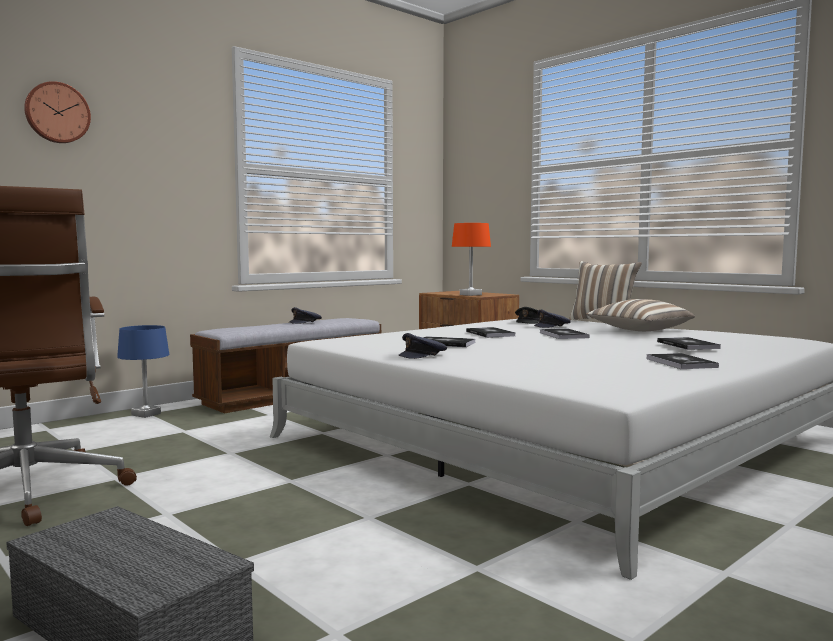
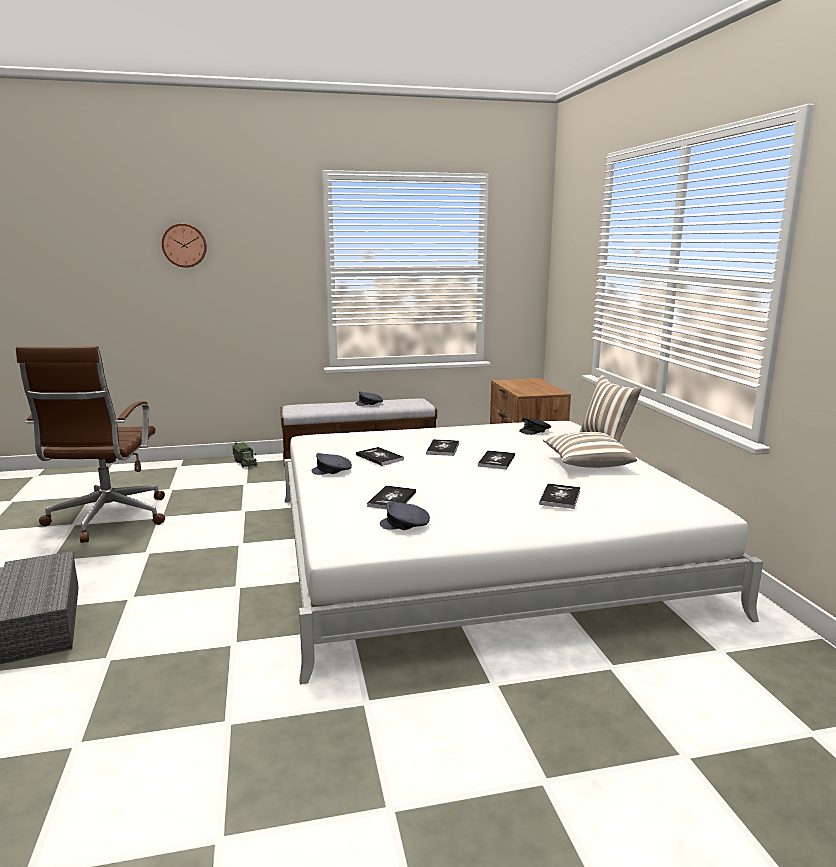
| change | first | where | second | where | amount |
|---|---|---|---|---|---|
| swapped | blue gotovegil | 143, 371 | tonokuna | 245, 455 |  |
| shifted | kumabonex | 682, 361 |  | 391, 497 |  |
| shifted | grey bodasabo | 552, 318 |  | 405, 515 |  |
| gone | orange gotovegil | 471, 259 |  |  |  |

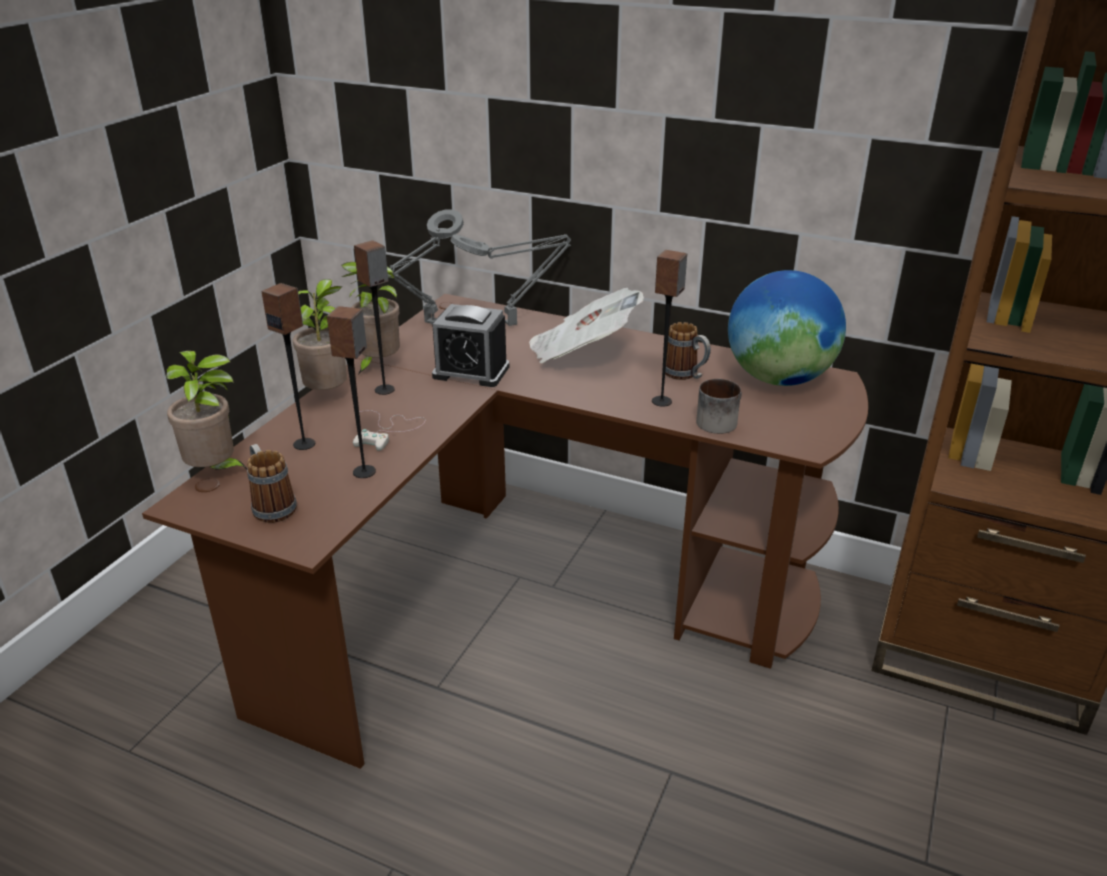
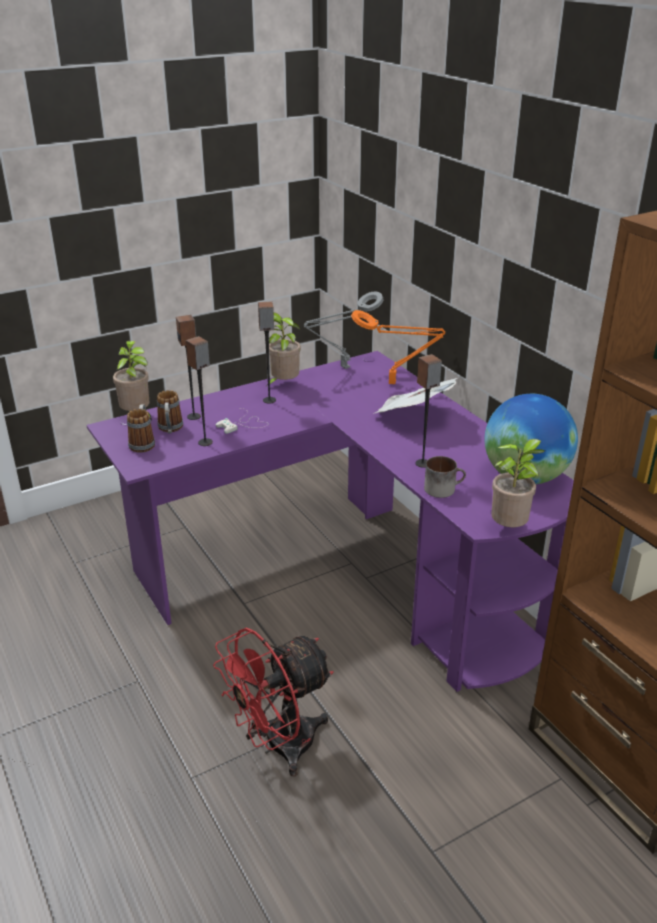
| change | first | where | second | where | amount |
|---|---|---|---|---|---|
| repainted | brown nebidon | 505, 531 | purple nebidon | 330, 521 |  |
| shifted | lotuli | 688, 351 |  | 170, 411 |  |
| new |  |  | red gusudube | 273, 702 |  |
| repainted | grey gotovegil | 510, 280 | orange gotovegil | 398, 347 |  |
| shifted | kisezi | 320, 334 |  | 518, 483 |  |
| gone | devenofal | 470, 345 |  |  |  |

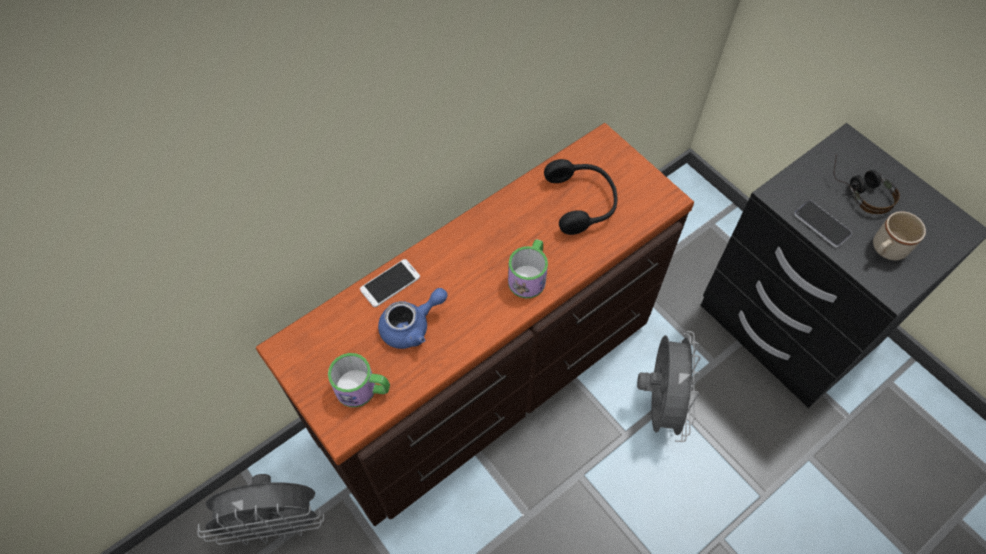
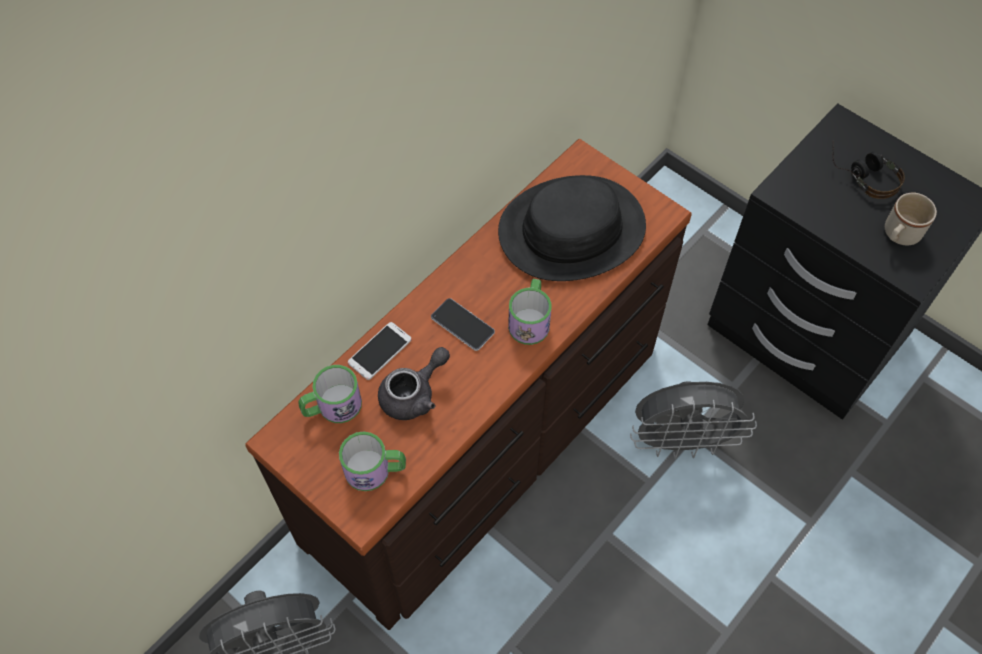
| change | first | where | second | where | amount |
|---|---|---|---|---|---|
| new |  |  | lotuli | 330, 394 |  |
| repainted | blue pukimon | 412, 318 | grey pukimon | 414, 383 |  |
| shifted | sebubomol | 823, 223 |  | 463, 324 |  |
| swapped | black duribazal | 580, 197 | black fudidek | 572, 228 |  |
| rotated | grey gusudube | 669, 386 |  | 693, 420 | 90 degrees clockwise |

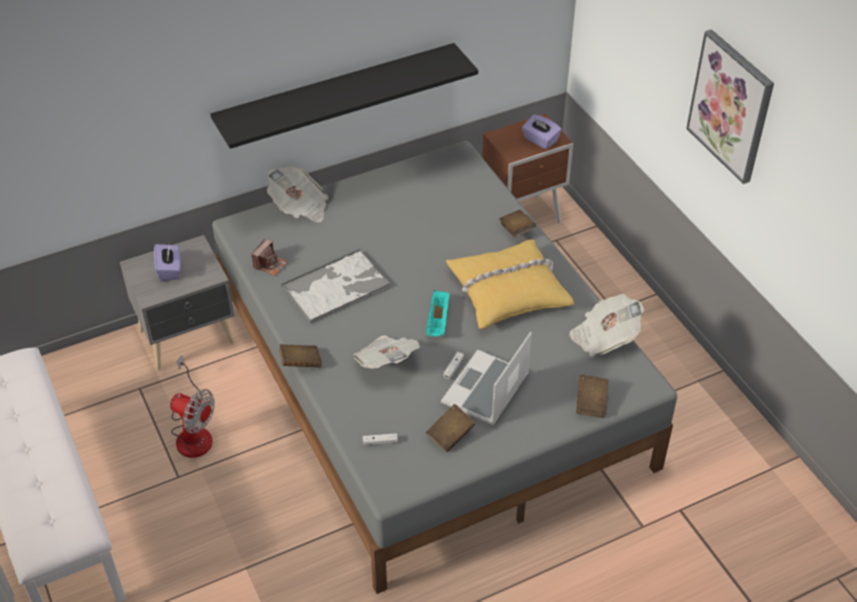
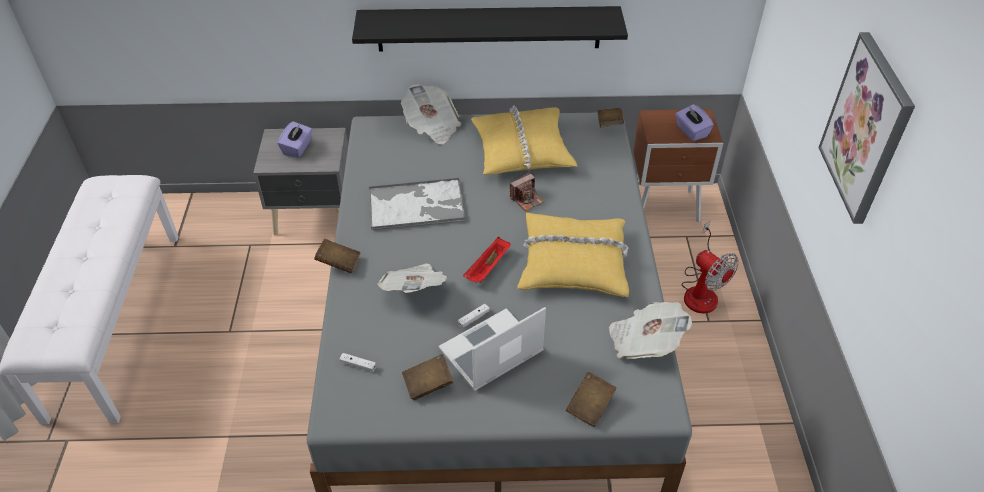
| change | first | where | second | where | amount |
|---|---|---|---|---|---|
| repainted | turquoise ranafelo | 437, 313 | red ranafelo | 487, 260 |  |
| new |  |  | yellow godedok | 524, 140 |  |
| shifted | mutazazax | 269, 257 |  | 527, 192 |  |
| shifted | brown kumabonex | 517, 223 |  | 611, 118 |  |
| shifted | gusudube | 192, 406 |  | 710, 267 |  |

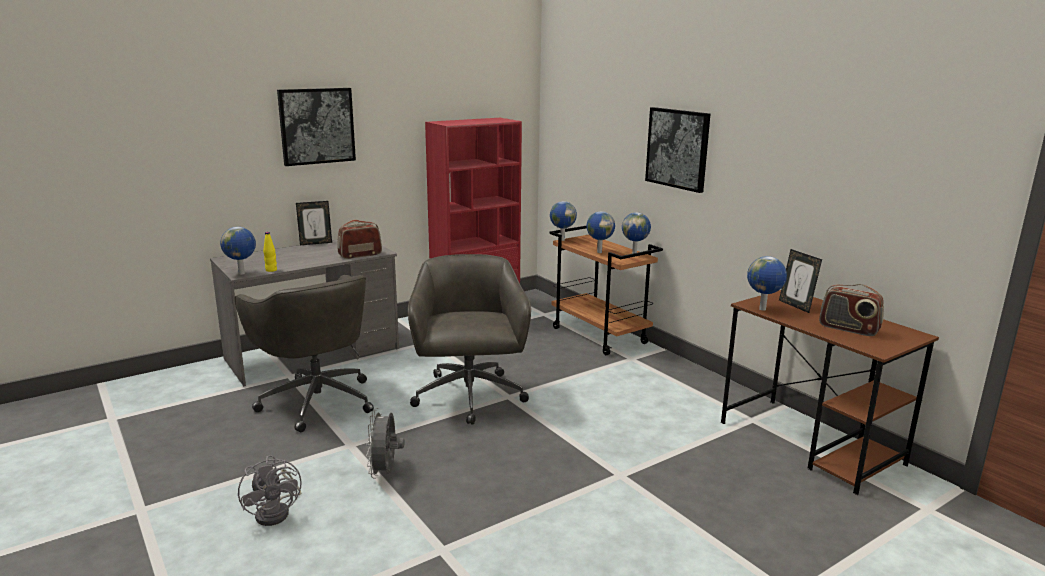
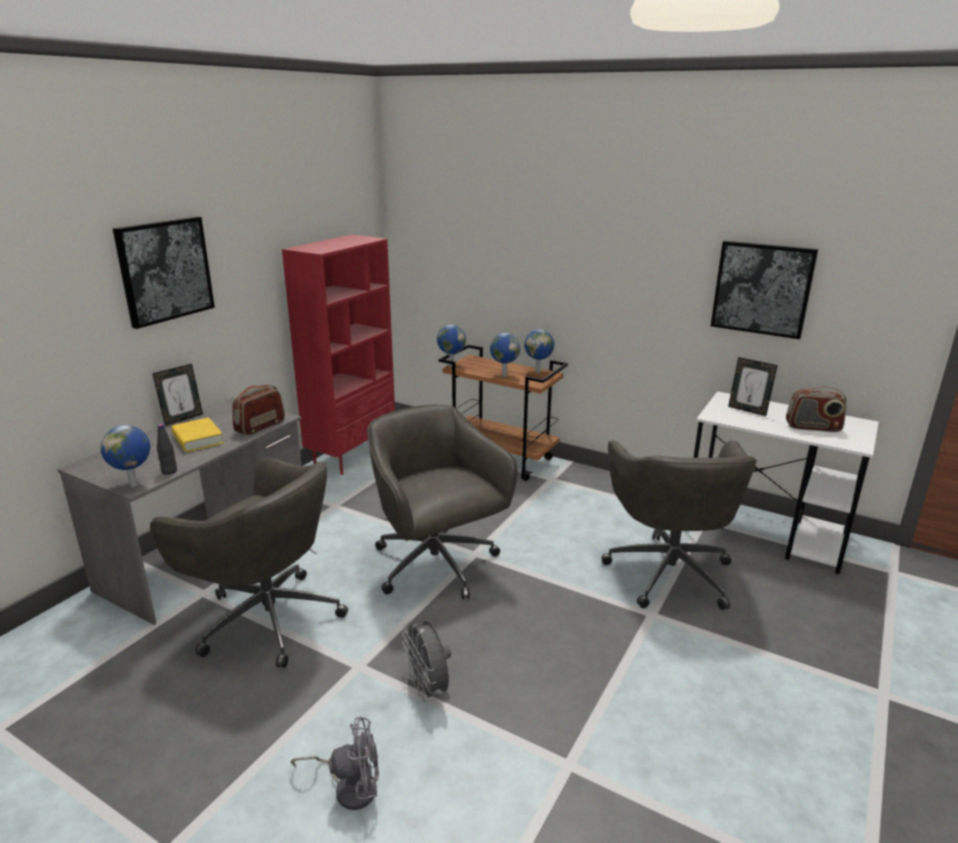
| change | first | where | second | where | amount |
|---|---|---|---|---|---|
| repainted | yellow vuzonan | 270, 252 | black vuzonan | 167, 449 |  |
| new |  |  | yellow kumabonex | 197, 434 |  |
| rotated | grey gusudube | 269, 490 |  | 335, 763 | 45 degrees counterclockwise |
| new |  |  | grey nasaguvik | 679, 525 |  |
| repainted | brown nebidon | 830, 392 | white nebidon | 786, 482 |  |
| shifted | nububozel | 677, 150 |  | 764, 290 |  |
| gone | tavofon | 767, 283 |  |  |  |

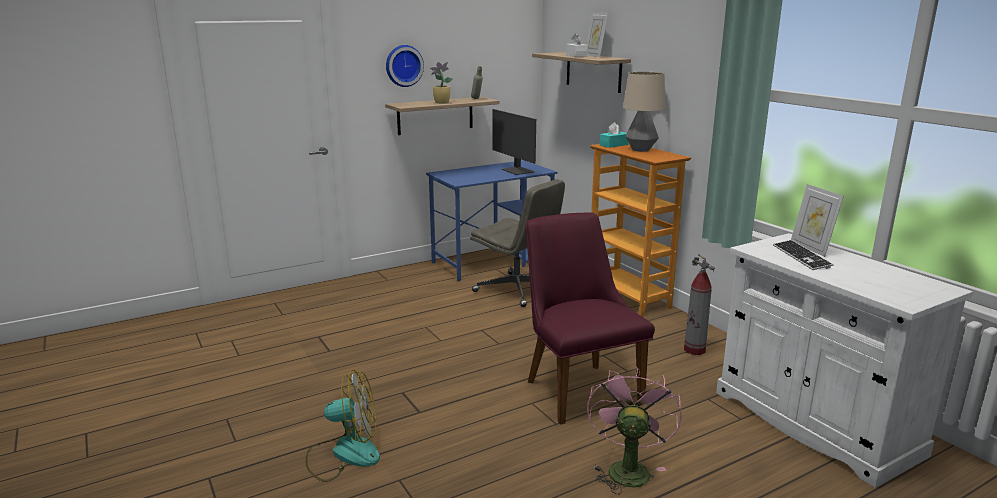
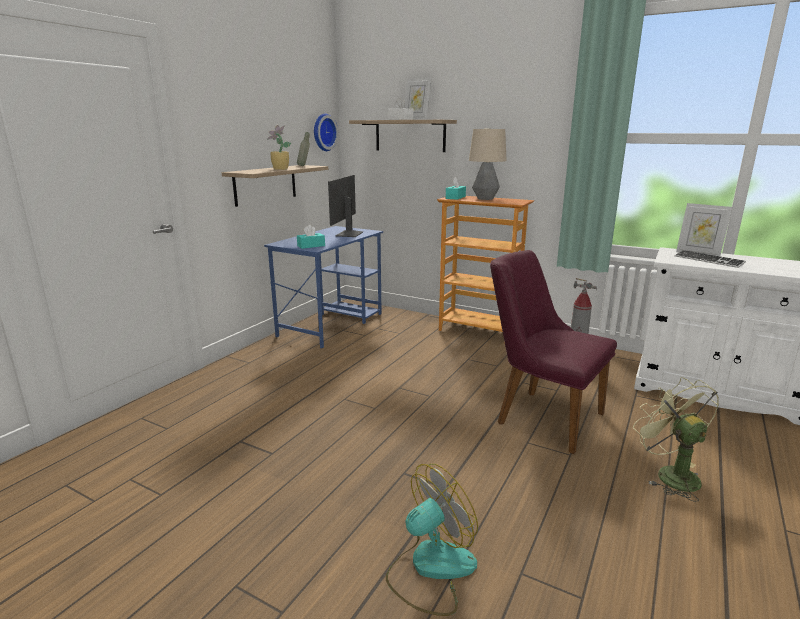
| change | first | where | second | where | amount |
|---|---|---|---|---|---|
| new |  |  | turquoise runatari | 311, 237 |  |
| shifted | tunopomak | 405, 66 |  | 326, 132 |  |
| rotated | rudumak | 514, 142 |  | 345, 206 | 75 degrees clockwise |
| repainted | pink gusudube | 634, 430 | green gusudube | 676, 439 |  |
| gone | grey nasaguvik | 517, 243 |  |  |  |

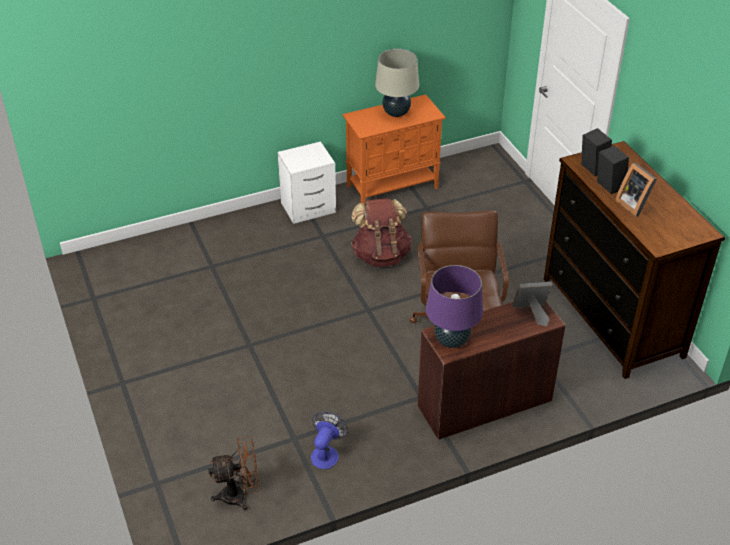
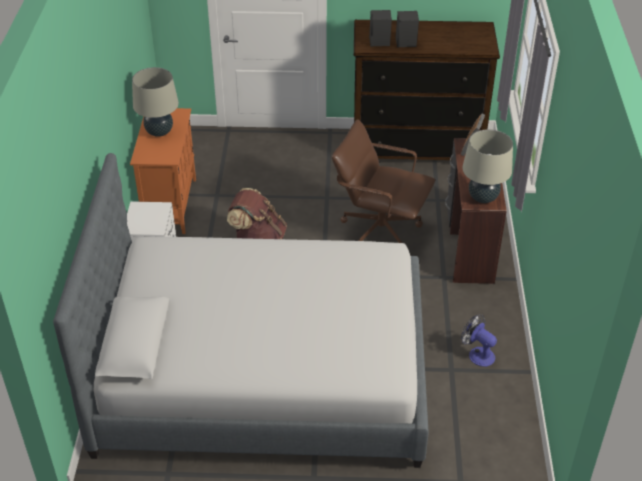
| change | first | where | second | where | amount |
|---|---|---|---|---|---|
| new |  |  | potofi | 240, 310 |  |
| repainted | purple gotovegil | 454, 306 | beige gotovegil | 487, 166 |  |
| gone | brown gusudube | 233, 473 |  |  |  |
| gone | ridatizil | 636, 190 |  |  |  |

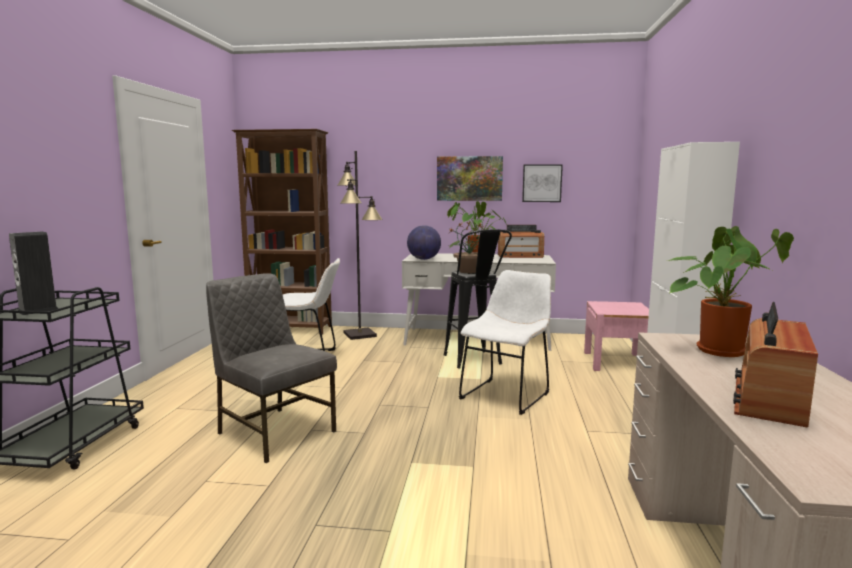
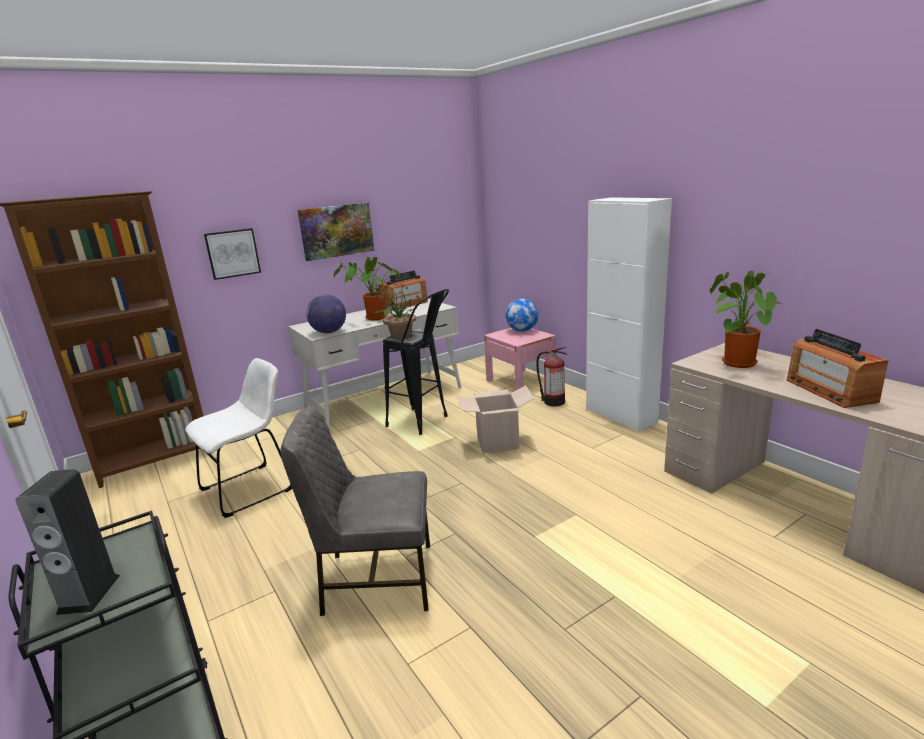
| change | first | where | second | where | amount |
|---|---|---|---|---|---|
| shifted | nububozel | 542, 183 |  | 232, 254 |  |
| swapped | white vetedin | 505, 342 | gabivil | 495, 419 |  |
| new |  |  | tavofon | 521, 315 |  |
| new |  |  | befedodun | 551, 376 |  |
| gone | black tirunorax | 360, 245 |  |  |  |

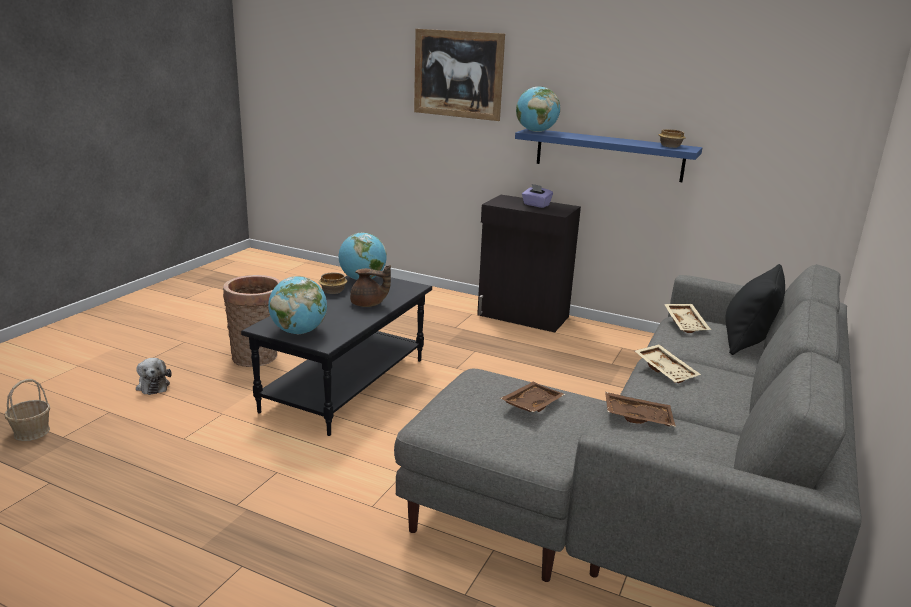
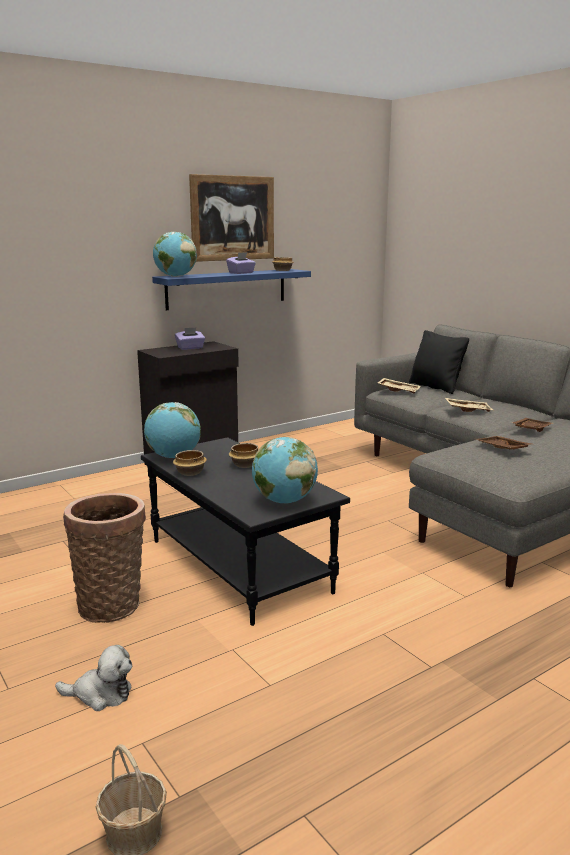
| change | first | where | second | where | amount |
|---|---|---|---|---|---|
| shifted | nububozel | 459, 75 |  | 231, 218 |  |
| new |  |  | purple runatari | 241, 263 |  |
| swapped | brown pukimon | 370, 286 | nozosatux | 243, 455 |  |

